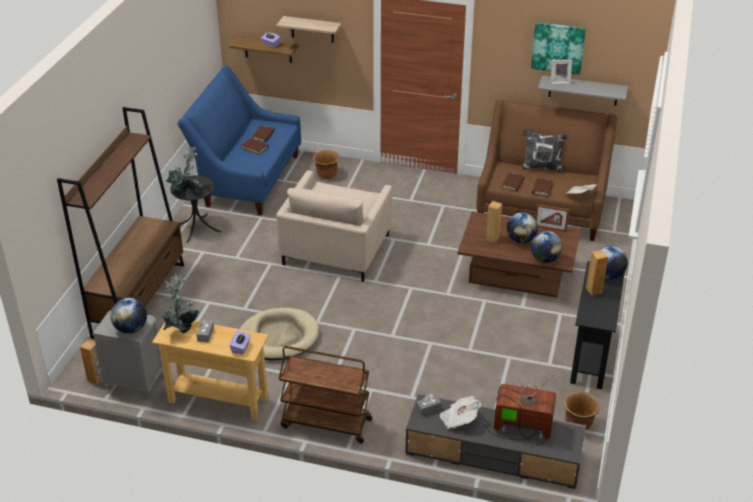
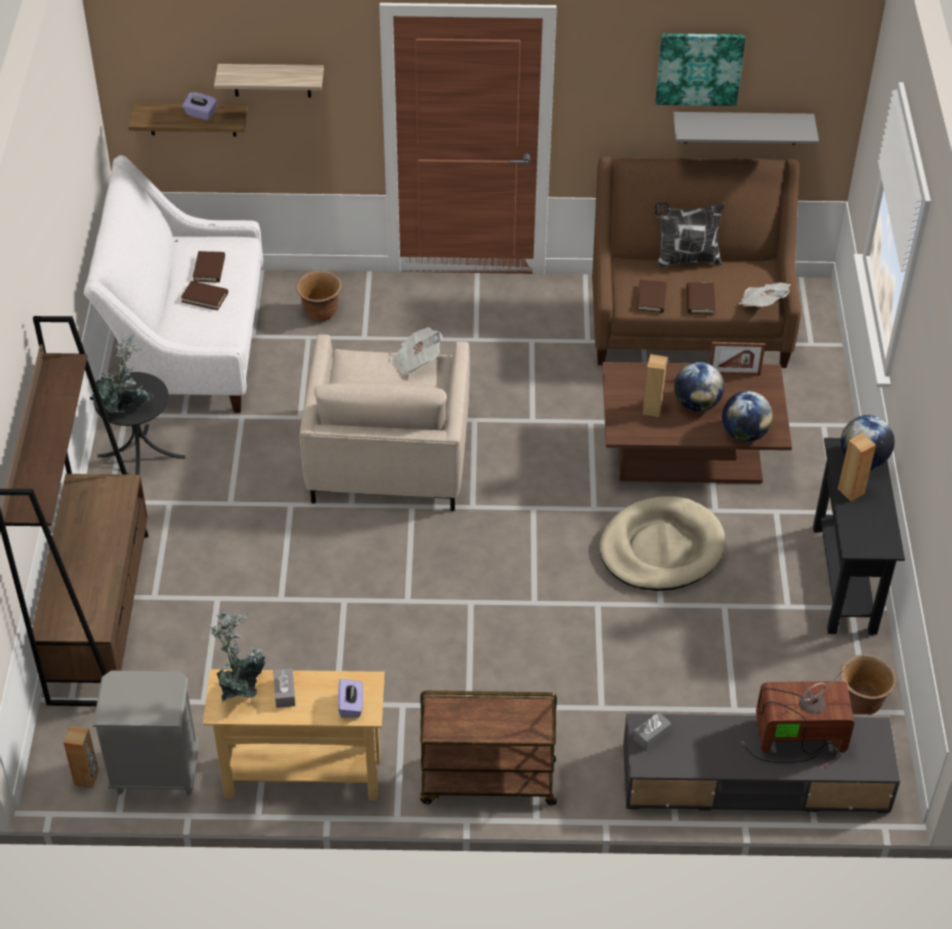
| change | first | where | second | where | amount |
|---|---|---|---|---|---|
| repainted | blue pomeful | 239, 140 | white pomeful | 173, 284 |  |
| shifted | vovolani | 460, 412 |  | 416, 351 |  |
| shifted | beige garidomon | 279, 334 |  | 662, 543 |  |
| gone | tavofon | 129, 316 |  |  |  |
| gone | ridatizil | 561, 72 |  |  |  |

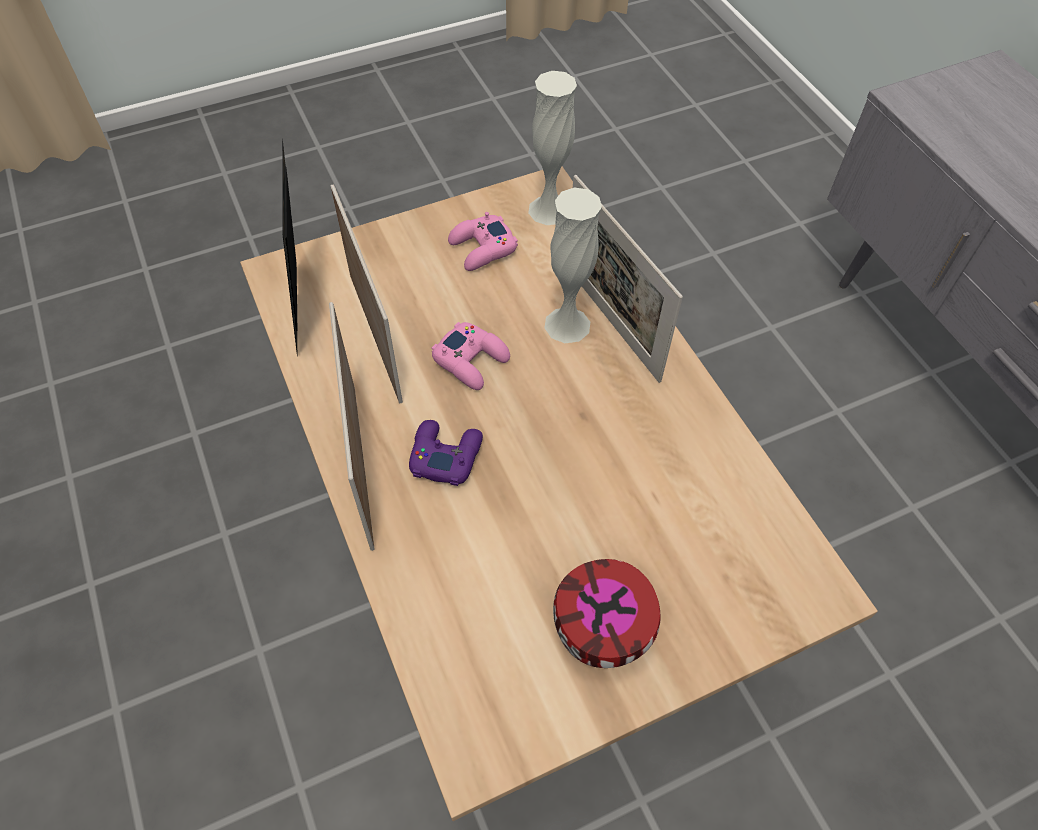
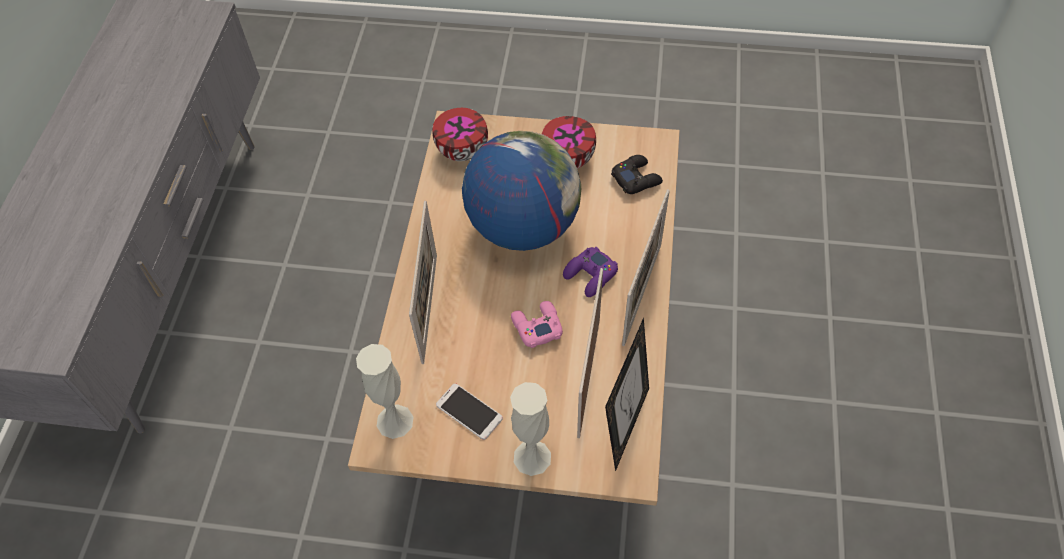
| change | first | where | second | where | amount |
|---|---|---|---|---|---|
| new |  |  | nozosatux | 460, 134 |  |
| swapped | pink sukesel | 483, 241 | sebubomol | 469, 412 |  |
| new |  |  | tavofon | 521, 191 |  |
| shifted | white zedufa | 573, 265 |  | 530, 429 |  |
| new |  |  | black sukesel | 637, 174 |  |

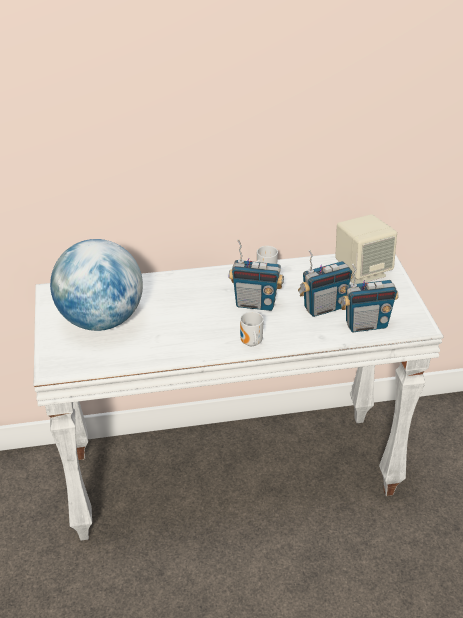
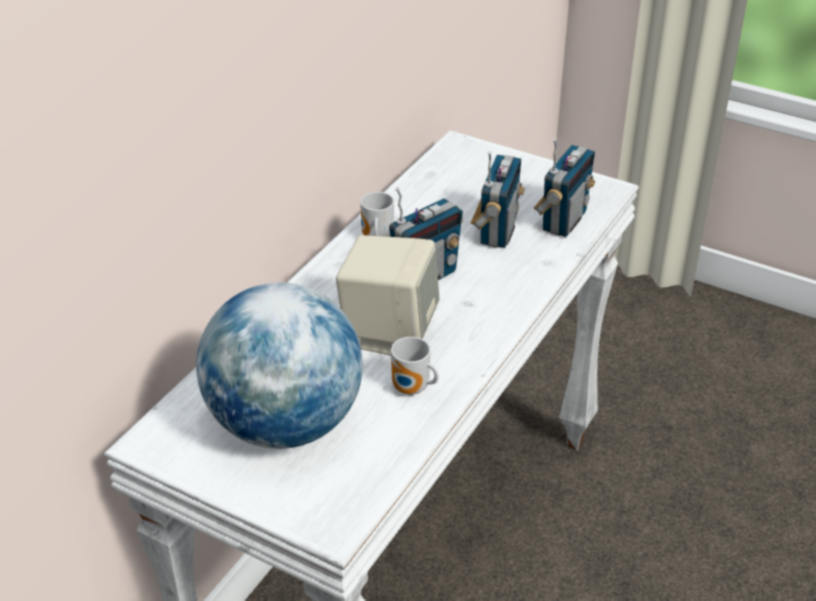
| change | first | where | second | where | amount |
|---|---|---|---|---|---|
| shifted | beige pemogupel | 366, 249 |  | 388, 295 |  |
| shifted | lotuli | 252, 329 |  | 415, 366 |  |

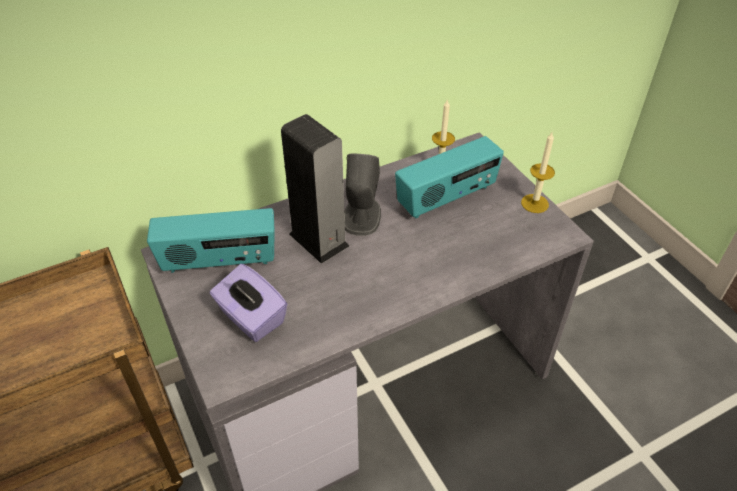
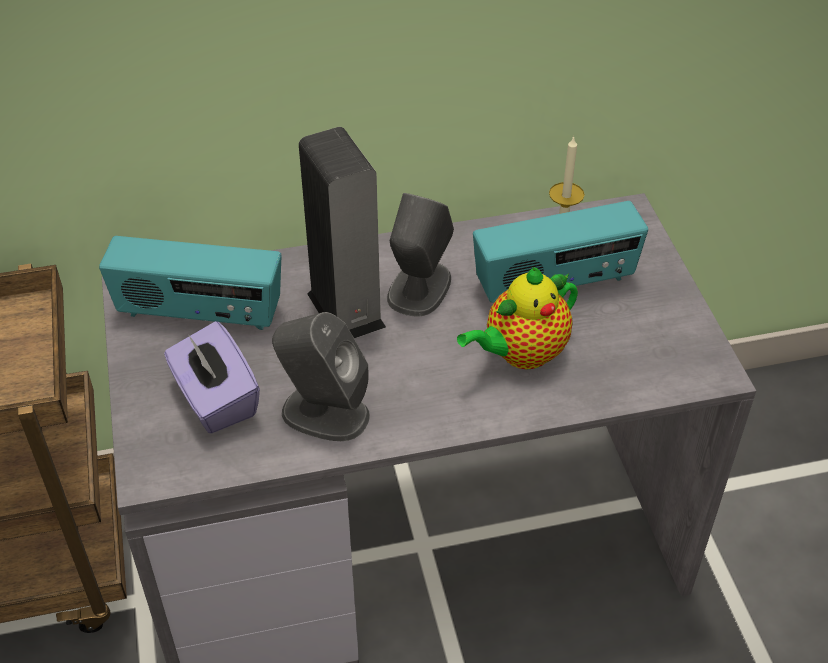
| change | first | where | second | where | amount |
|---|---|---|---|---|---|
| new |  |  | grey pemogupel | 321, 376 |  |
| new |  |  | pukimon | 517, 318 |  |
| gone | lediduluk | 538, 172 |  |  |  |

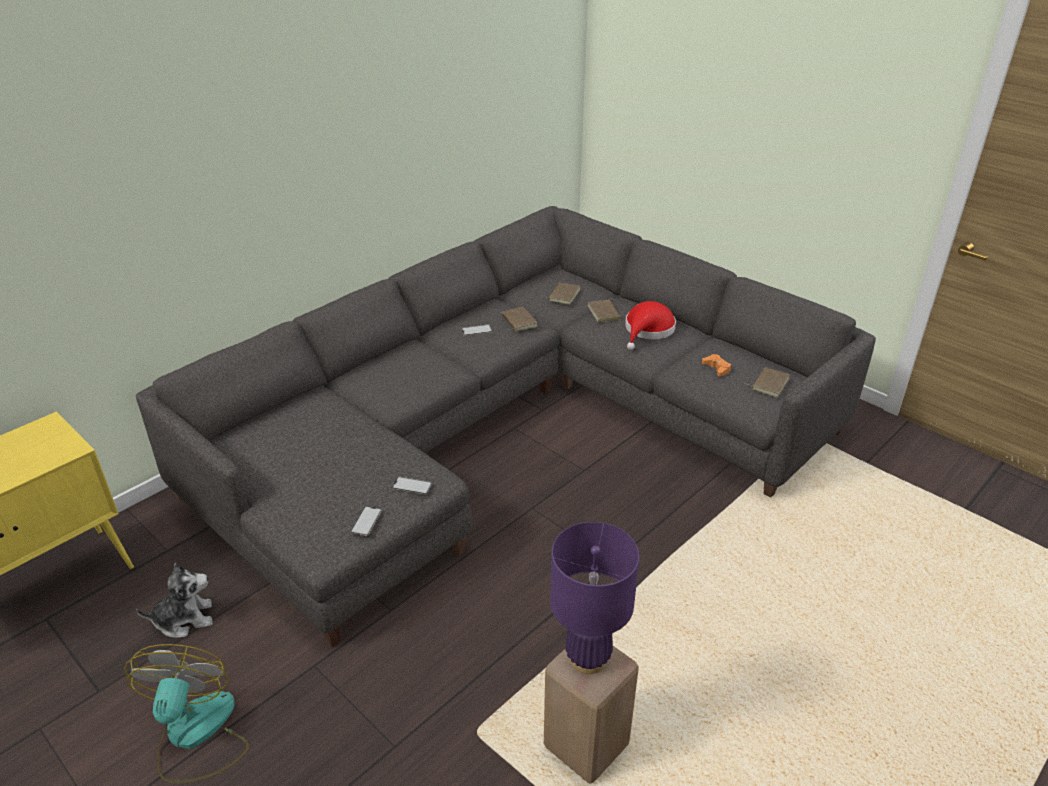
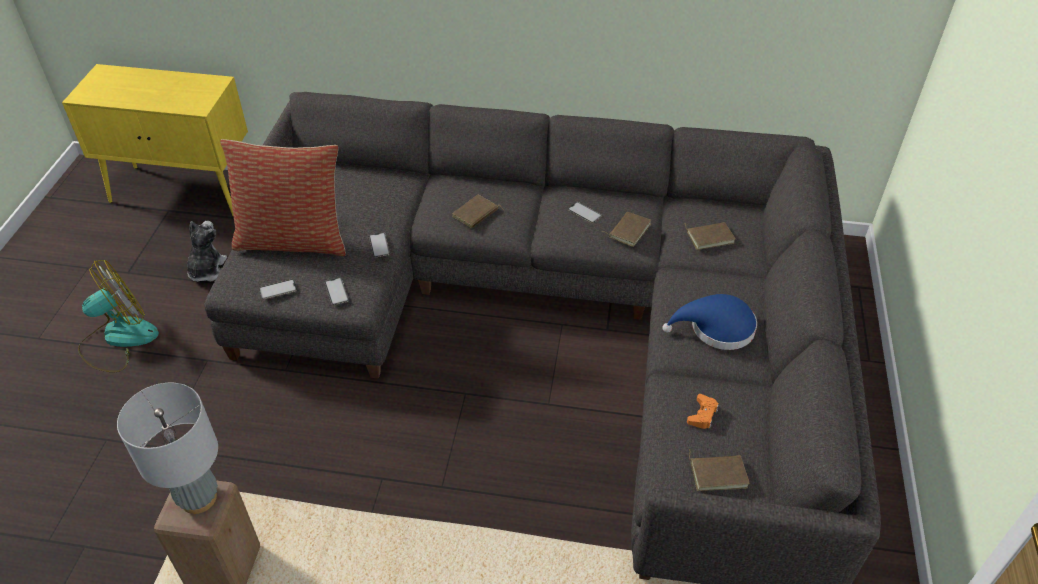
| change | first | where | second | where | amount |
|---|---|---|---|---|---|
| repainted | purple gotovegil | 595, 598 | grey gotovegil | 167, 448 |  |
| rotated | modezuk | 174, 600 |  | 207, 251 | 120 degrees counterclockwise |
| new |  |  | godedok | 283, 197 |  |
| new |  |  | sebubomol | 379, 245 |  |
| shifted | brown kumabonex | 604, 311 |  | 478, 211 |  |
| repainted | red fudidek | 650, 325 | blue fudidek | 709, 322 |  |

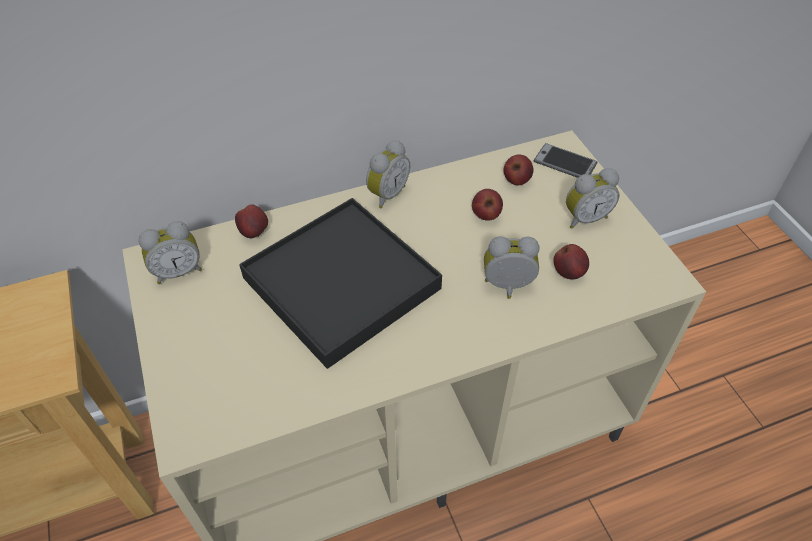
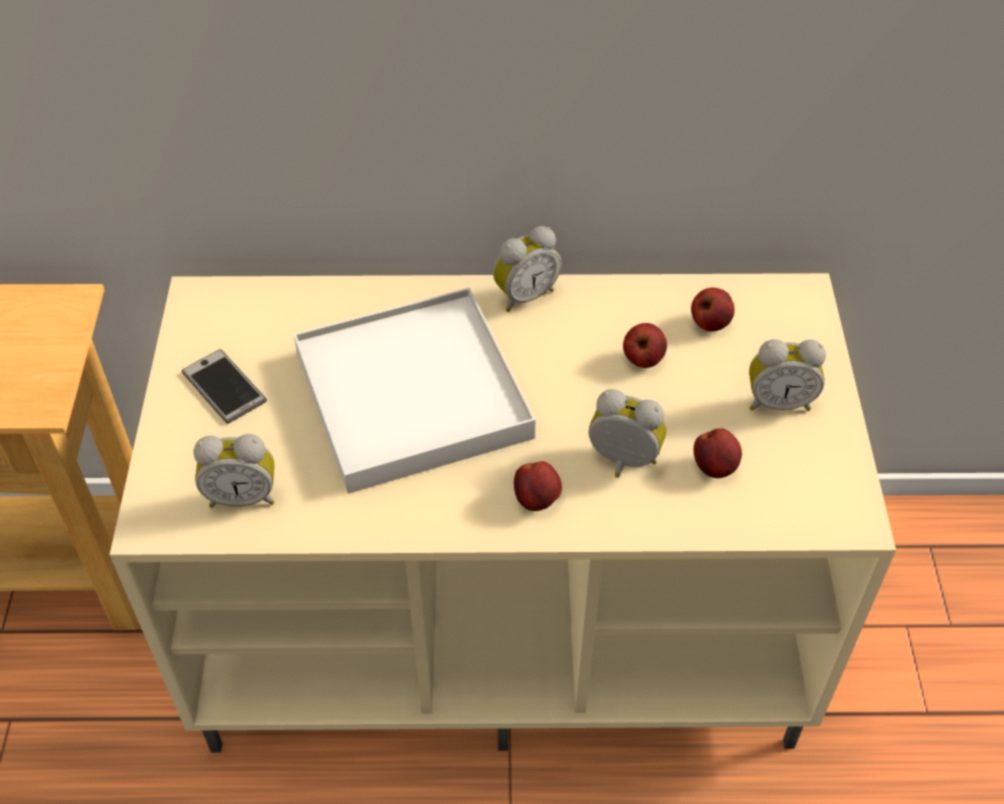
| change | first | where | second | where | amount |
|---|---|---|---|---|---|
| shifted | sebubomol | 565, 160 |  | 224, 386 |  |
| shifted | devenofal | 170, 252 |  | 234, 471 |  |
| repainted | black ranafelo | 340, 283 | white ranafelo | 414, 391 |  |
| shifted | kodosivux | 251, 221 |  | 538, 486 |  |

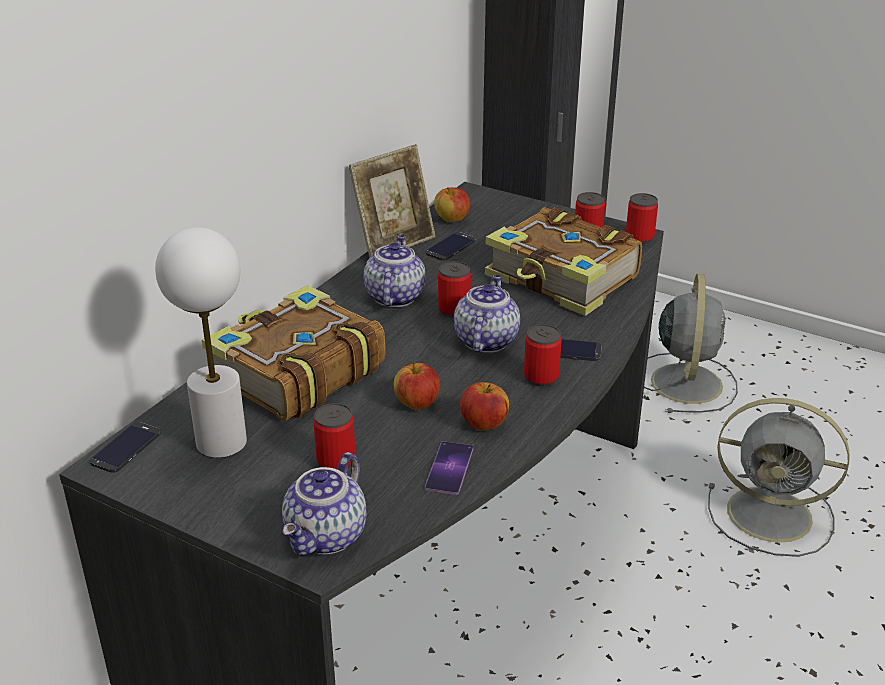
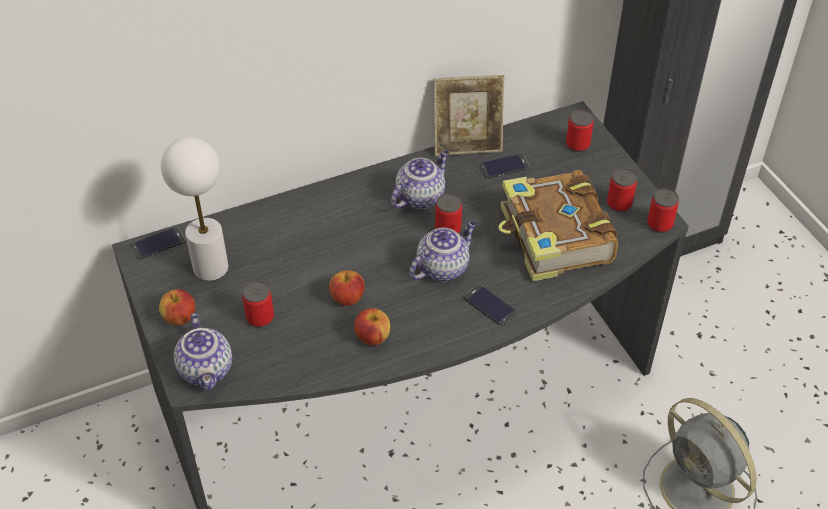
| change | first | where | second | where | amount |
|---|---|---|---|---|---|
| shifted | kodosivux | 452, 204 |  | 177, 307 |  |
| rotated | pukimon | 324, 504 |  | 203, 352 | 75 degrees counterclockwise |
| shifted | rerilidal | 543, 355 |  | 580, 131 |  |
| gone | kumabonex | 293, 353 |  |  |  |
| gone | sebubomol | 449, 468 |  |  |  |
| gone | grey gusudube | 691, 343 |  |  |  |

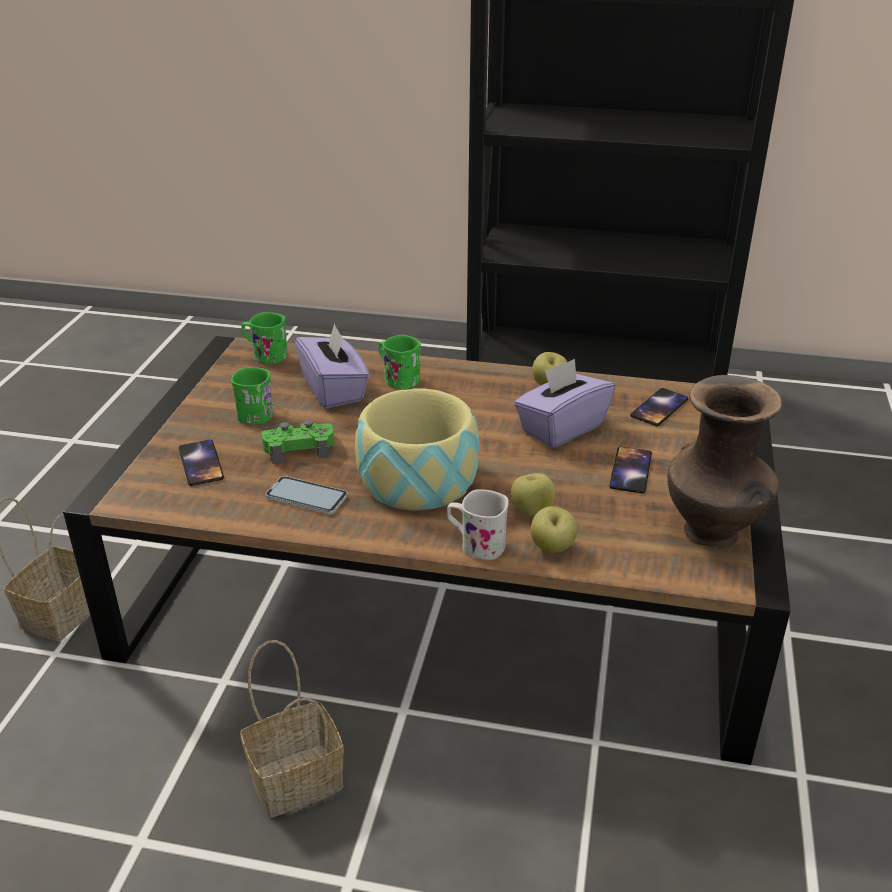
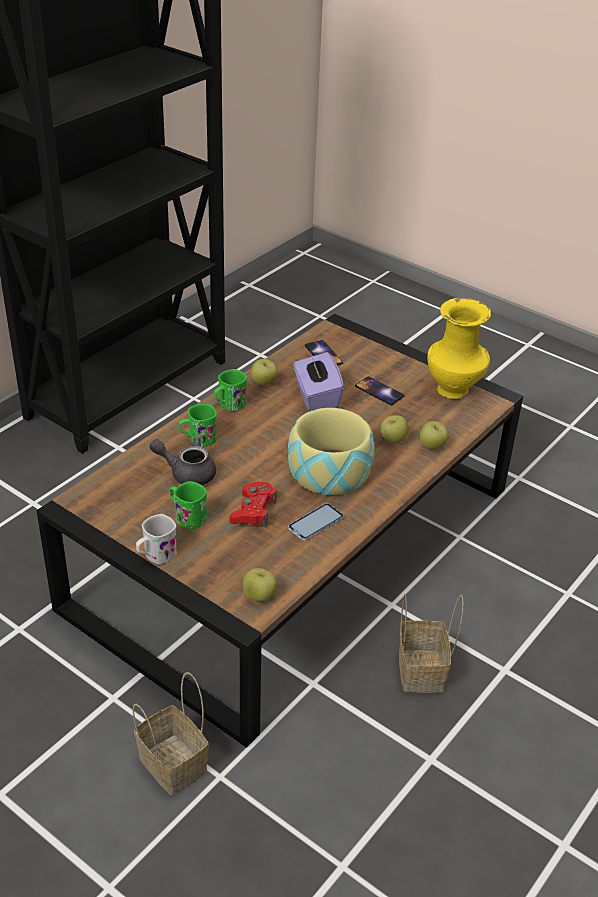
| change | first | where | second | where | amount |
|---|---|---|---|---|---|
| shifted | white lotuli | 478, 524 |  | 156, 539 |  |
| swapped | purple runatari | 332, 365 | grey pukimon | 183, 460 |  |
| shifted | green lotuli | 264, 338 |  | 230, 390 |  |
| repainted | green sukesel | 297, 442 | red sukesel | 253, 504 |  |
| new |  |  | kodosivux | 260, 584 |  |
| repainted | brown zedufa | 724, 462 | yellow zedufa | 459, 348 |  |
| gone | sebubomol | 201, 463 |  |  |  |

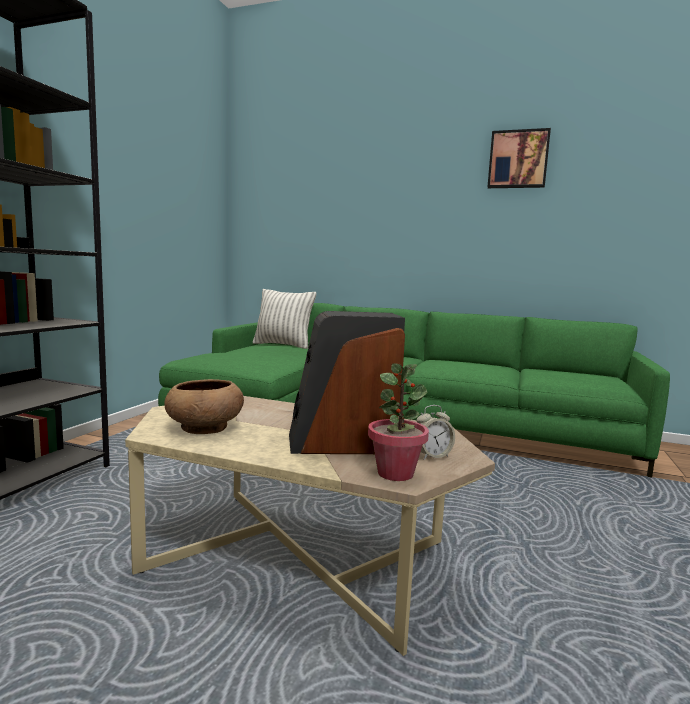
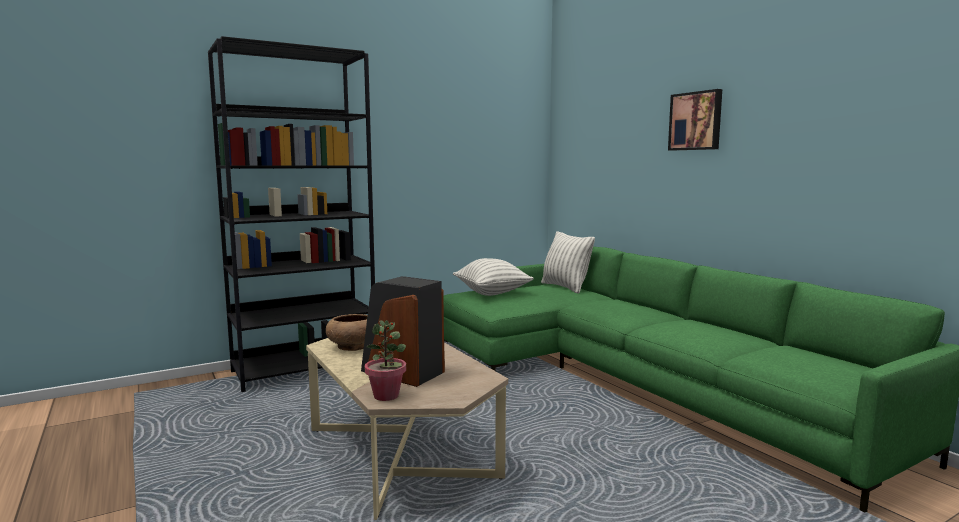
| change | first | where | second | where | amount |
|---|---|---|---|---|---|
| new |  |  | godedok | 493, 277 |  |
| shifted | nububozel | 519, 158 |  | 695, 119 |  |
| gone | devenofal | 435, 432 |  |  |  |

